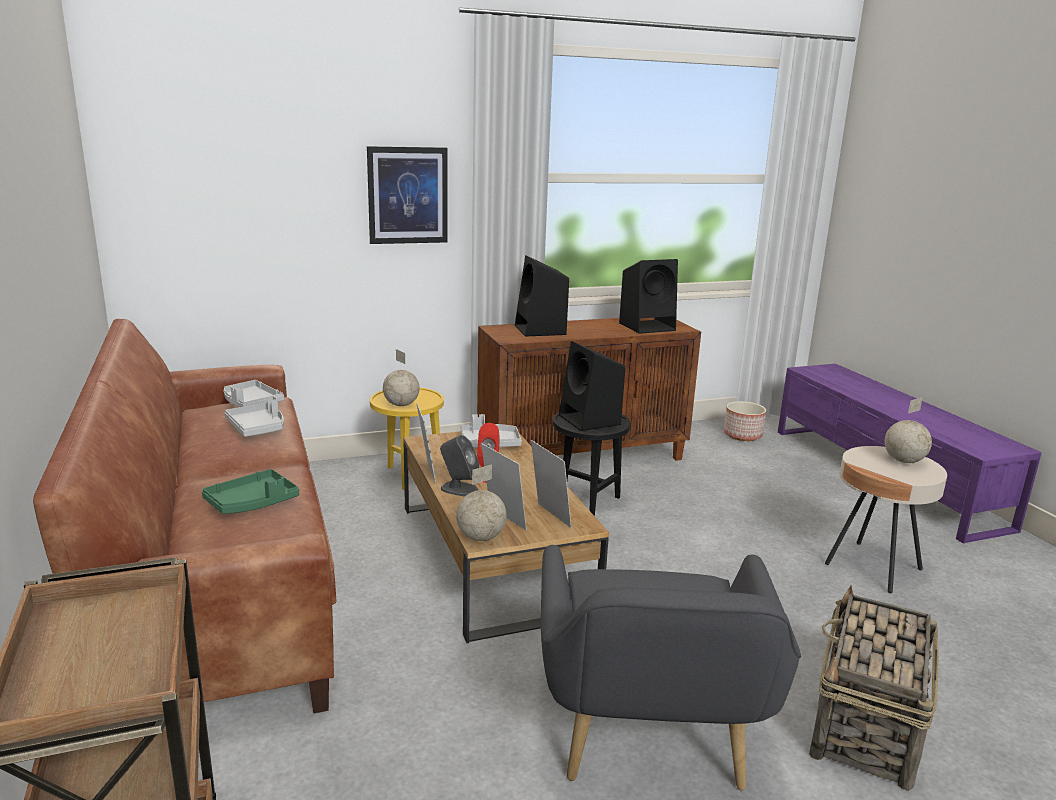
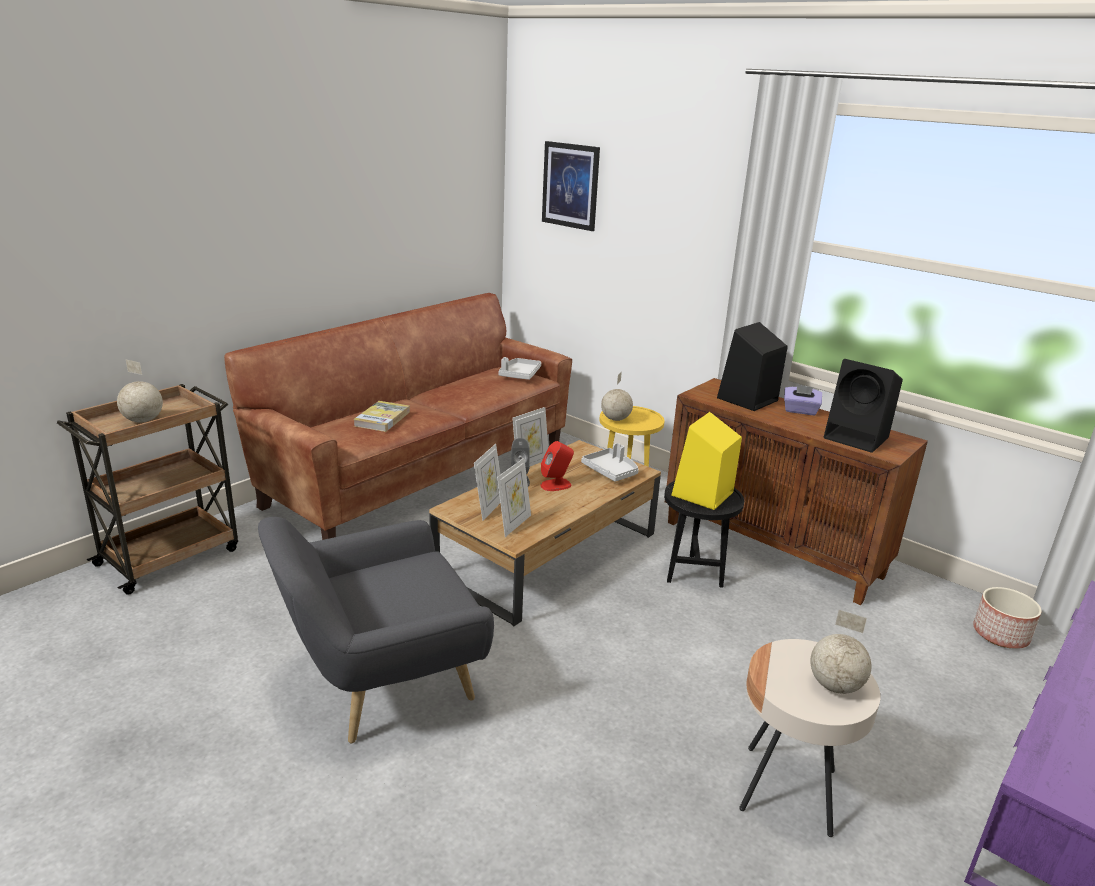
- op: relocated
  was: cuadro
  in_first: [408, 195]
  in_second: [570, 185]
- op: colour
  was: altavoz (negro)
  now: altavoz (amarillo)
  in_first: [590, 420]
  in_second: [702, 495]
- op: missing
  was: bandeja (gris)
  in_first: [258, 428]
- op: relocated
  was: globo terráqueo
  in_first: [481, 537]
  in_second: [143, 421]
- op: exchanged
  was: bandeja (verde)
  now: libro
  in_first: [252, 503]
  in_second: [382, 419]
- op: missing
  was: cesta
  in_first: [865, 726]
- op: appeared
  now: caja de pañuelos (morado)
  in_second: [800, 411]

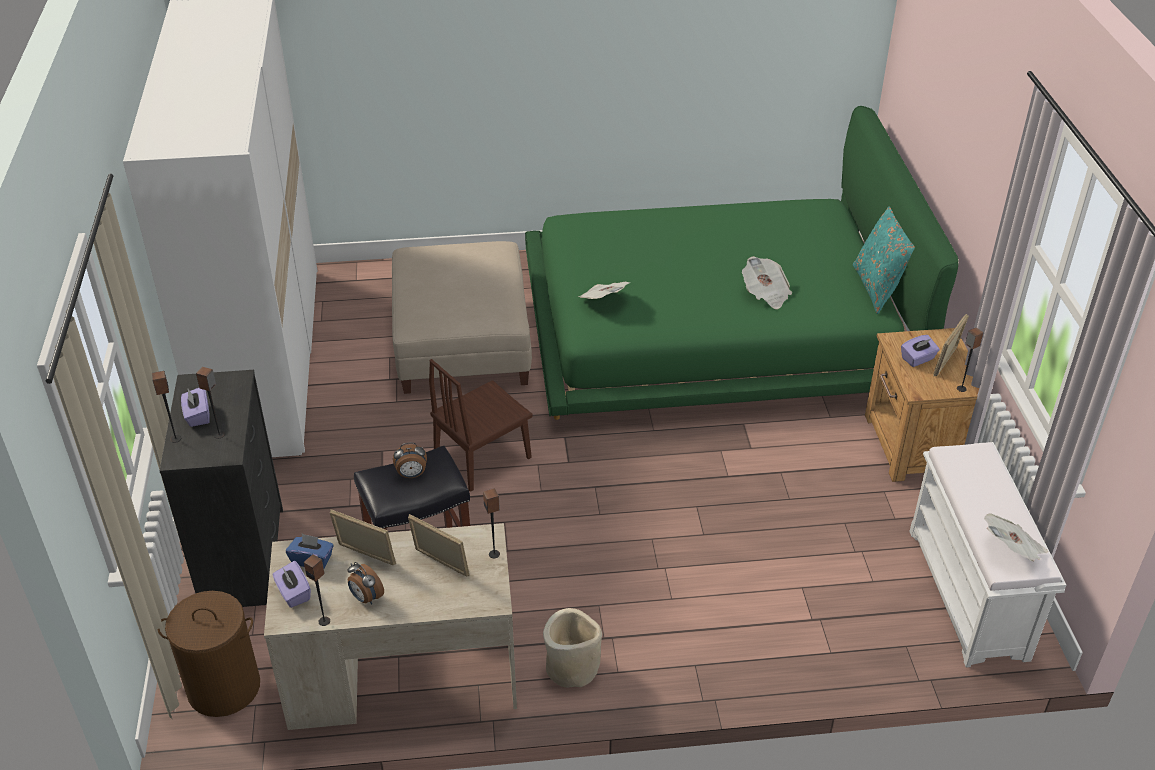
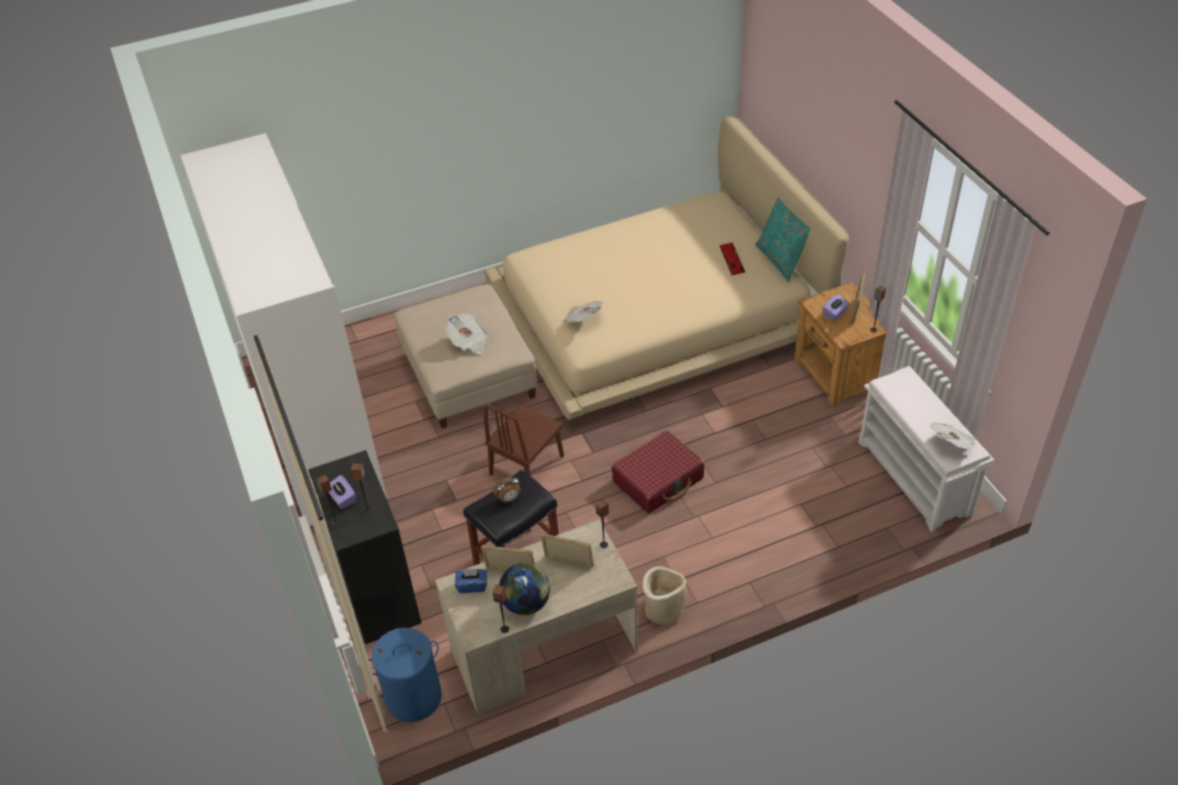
- op: colour
  was: cama (verde)
  now: cama (beis)
  in_first: [716, 326]
  in_second: [658, 314]
- op: relocated
  was: periódico
  in_first: [765, 294]
  in_second: [468, 342]
- op: missing
  was: caja de pañuelos (morado)
  in_first: [293, 593]
- op: exchanged
  was: despertador
  now: globo terráqueo
  in_first: [366, 598]
  in_second: [526, 603]
- op: colour
  was: cesto de la ropa (marrón)
  now: cesto de la ropa (azul)
  in_first: [223, 687]
  in_second: [413, 697]
- op: appeared
  now: teclado
  in_second: [732, 259]
- op: appeared
  now: maleta (rojo)
  in_second: [658, 480]

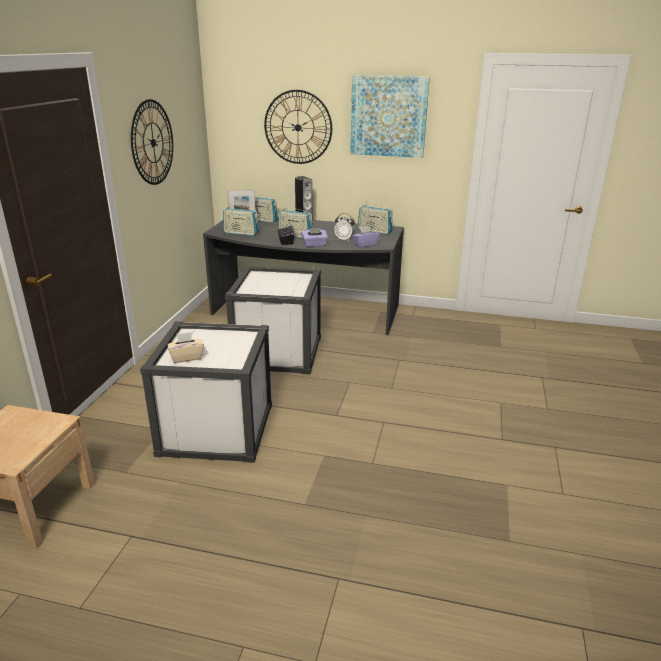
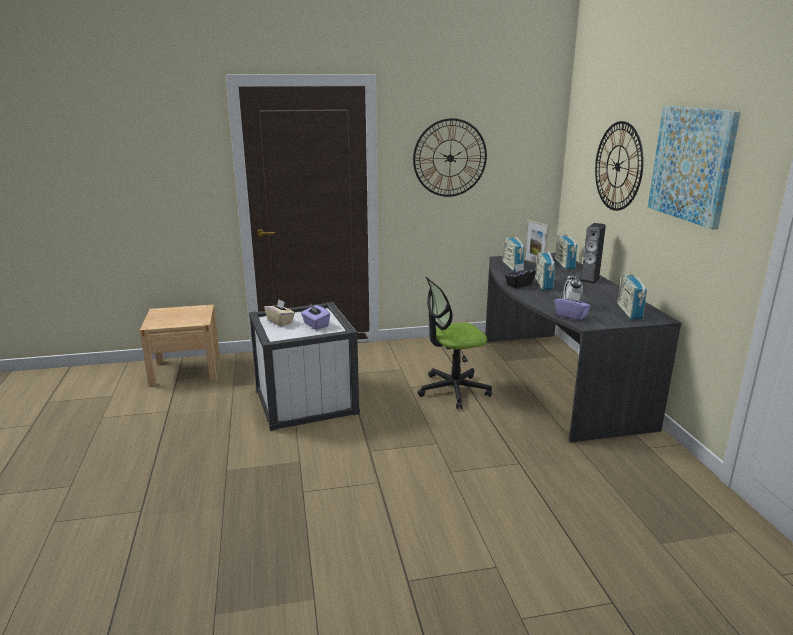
- op: relocated
  was: caja de pañuelos (morado)
  in_first: [314, 245]
  in_second: [315, 325]
- op: exchanged
  was: caja de almacenaje (blanco)
  now: silla de oficina
  in_first: [277, 352]
  in_second: [453, 390]

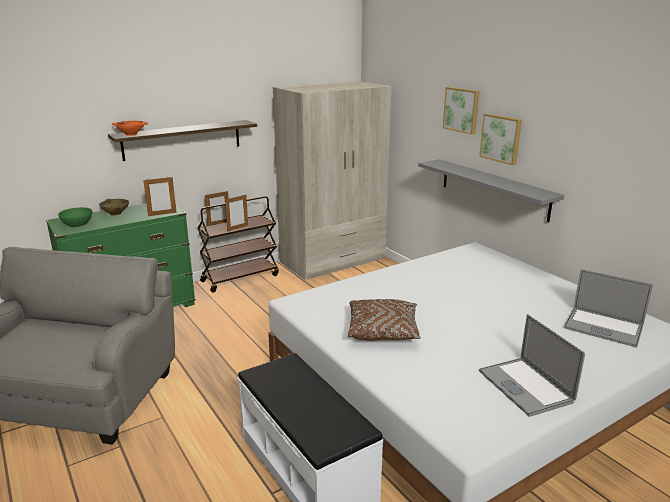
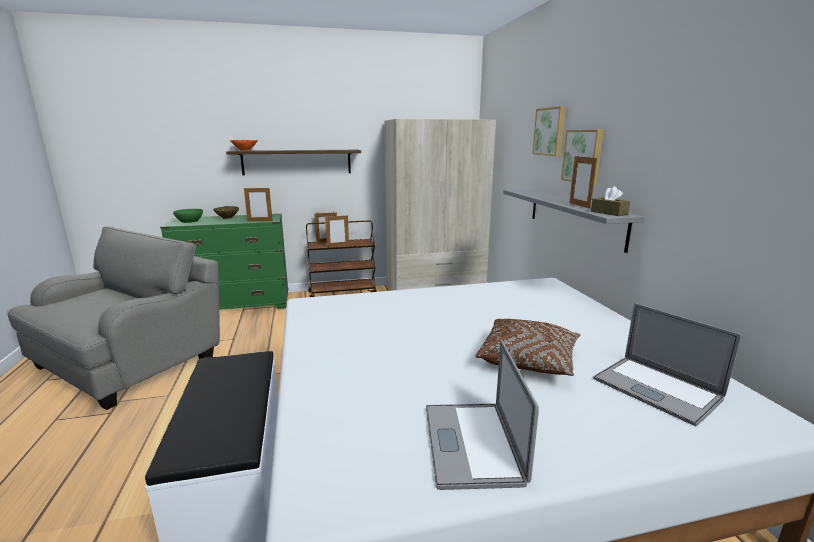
- op: relocated
  was: cojín (marrón)
  in_first: [383, 331]
  in_second: [528, 360]
- op: appeared
  now: portarretratos
  in_second: [579, 205]
- op: appeared
  now: caja de pañuelos (marrón)
  in_second: [609, 213]

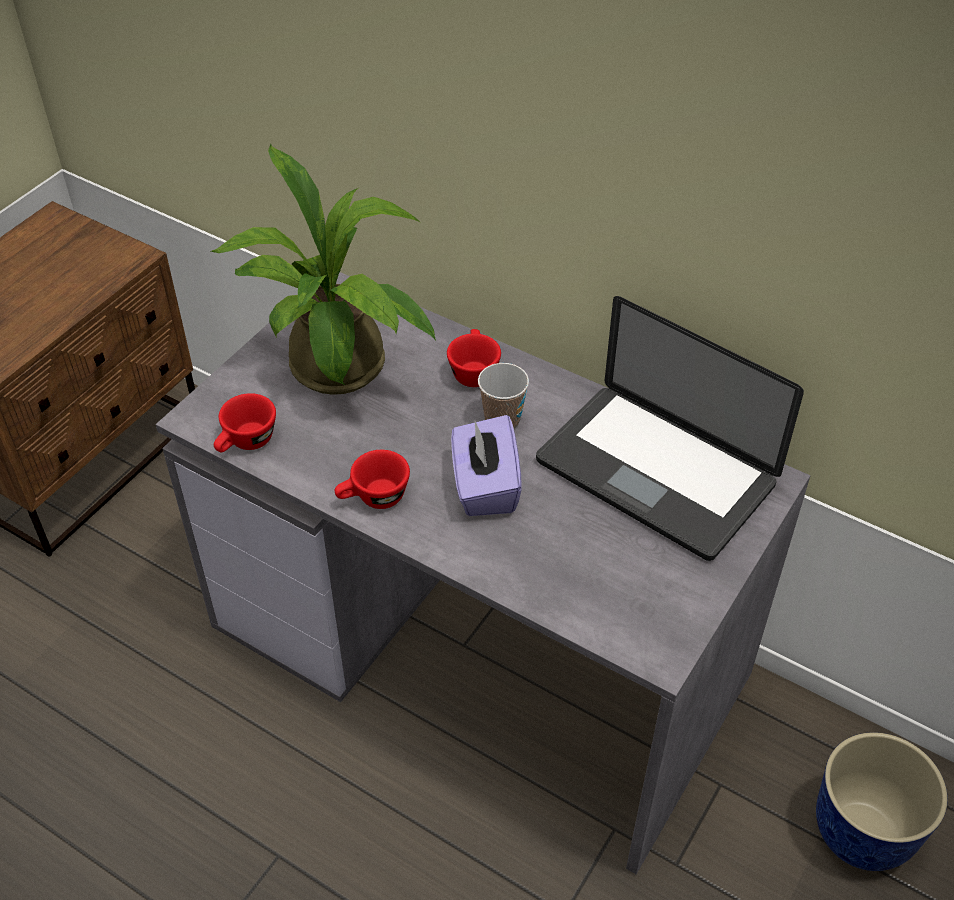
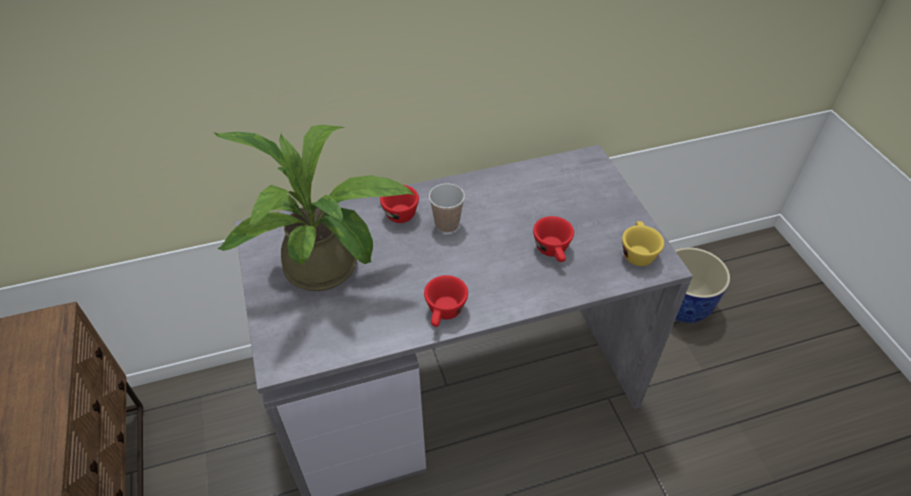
- op: missing
  was: portátil
  in_first: [655, 473]
- op: relocated
  was: taza (rojo)
  in_first: [246, 443]
  in_second: [553, 252]
- op: missing
  was: caja de pañuelos (morado)
  in_first: [485, 486]
- op: appeared
  now: taza (amarillo)
  in_second: [637, 252]

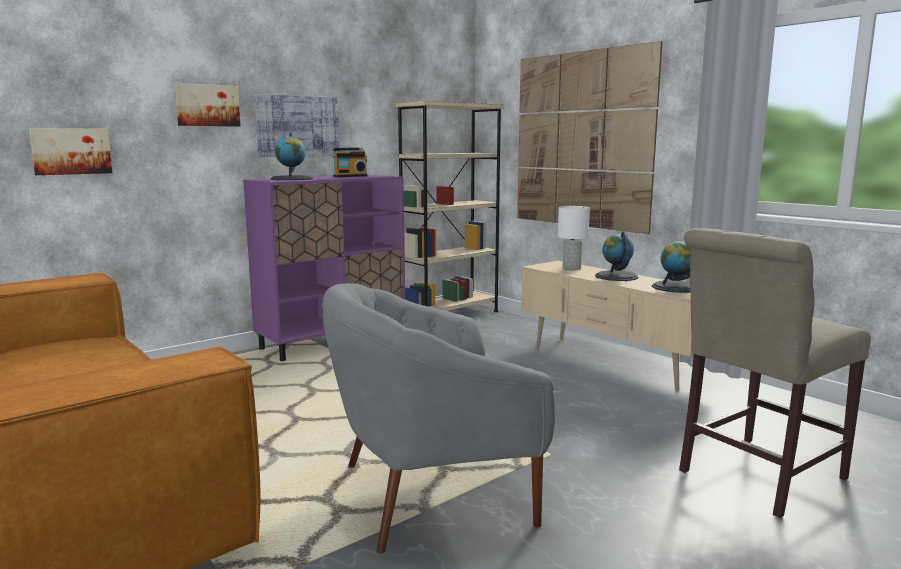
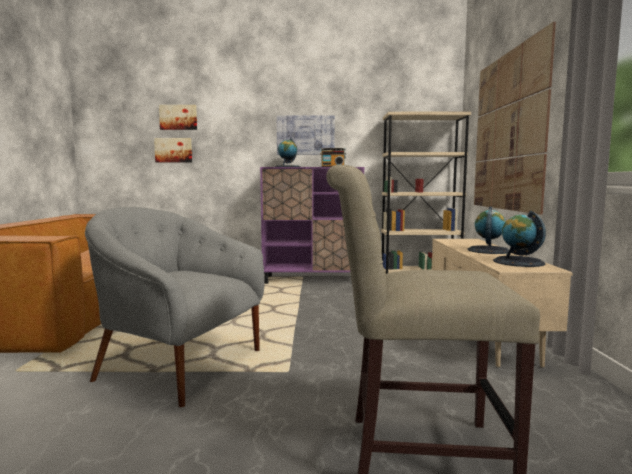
- op: relocated
  was: cuadro
  in_first: [207, 105]
  in_second: [178, 117]
- op: missing
  was: lámpara de mesa (blanco)
  in_first: [571, 268]

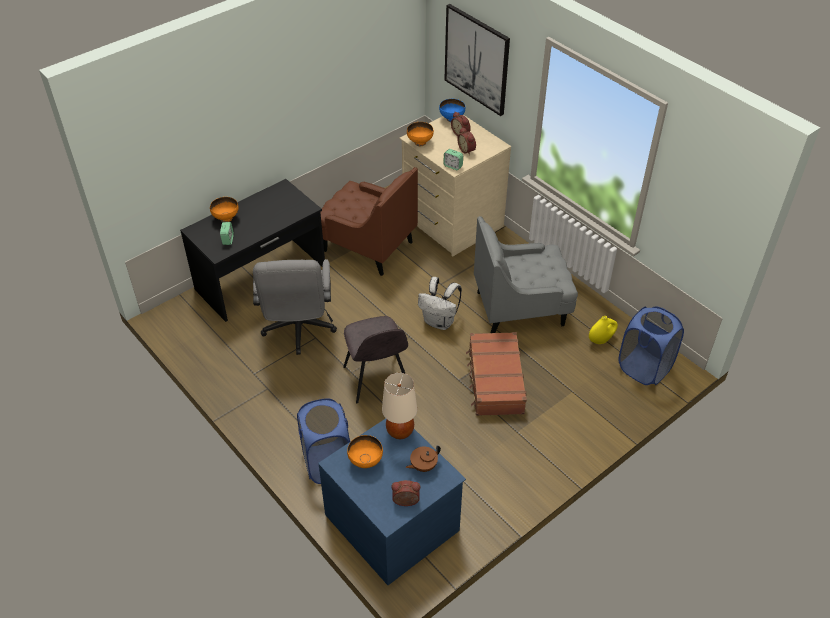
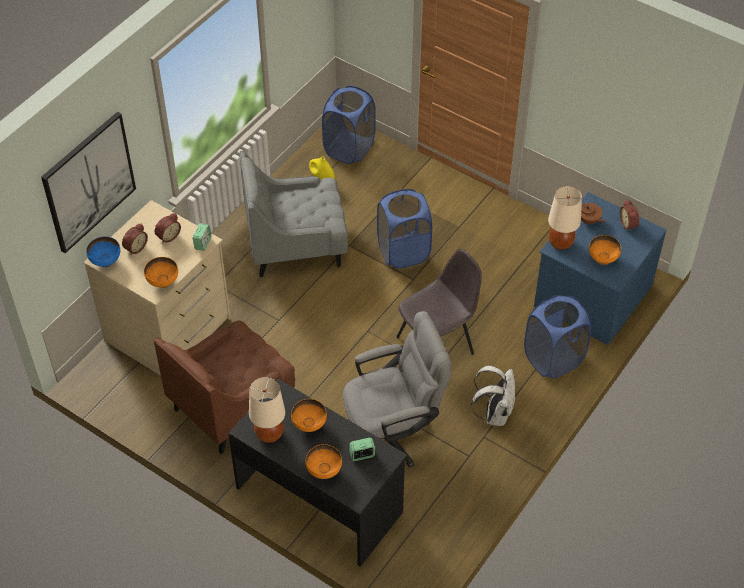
- op: spun
  was: sillón (marrón)
  in_first: [367, 246]
  in_second: [232, 405]
  clockwise: -150
- op: spun
  was: sillón (gris)
  in_first: [521, 308]
  in_second: [297, 246]
  clockwise: 105
- op: relocated
  was: mochila (blanco)
  in_first: [440, 322]
  in_second: [494, 413]
- op: exchanged
  was: maleta (marrón)
  now: cesto de la ropa (azul)
  in_first: [495, 380]
  in_second: [403, 251]
- op: appeared
  now: lámpara de mesa (beis)
  in_second: [269, 434]
- op: appeared
  now: cuenco (naranja)
  in_second: [309, 425]

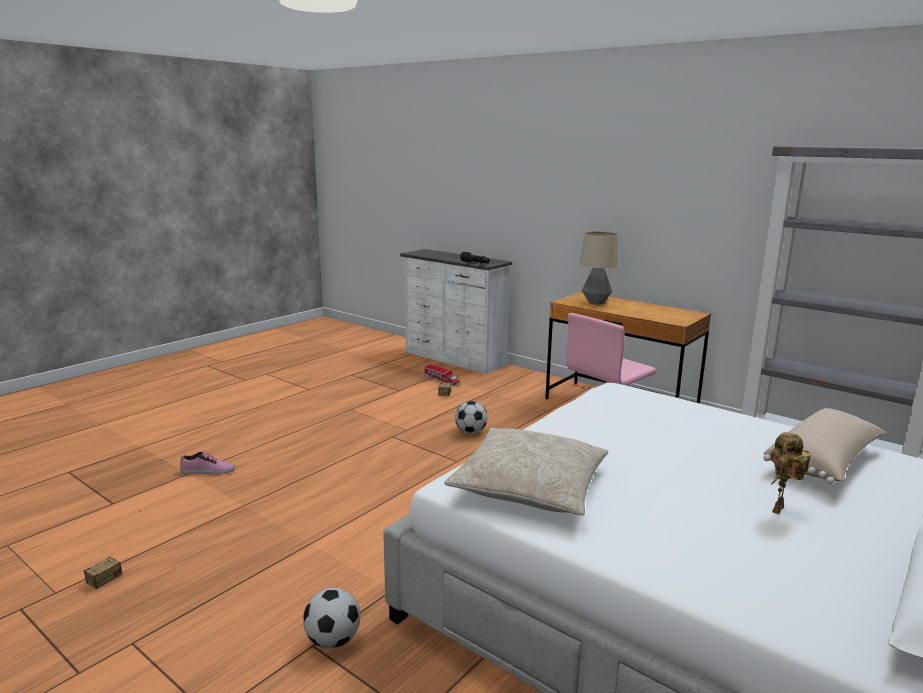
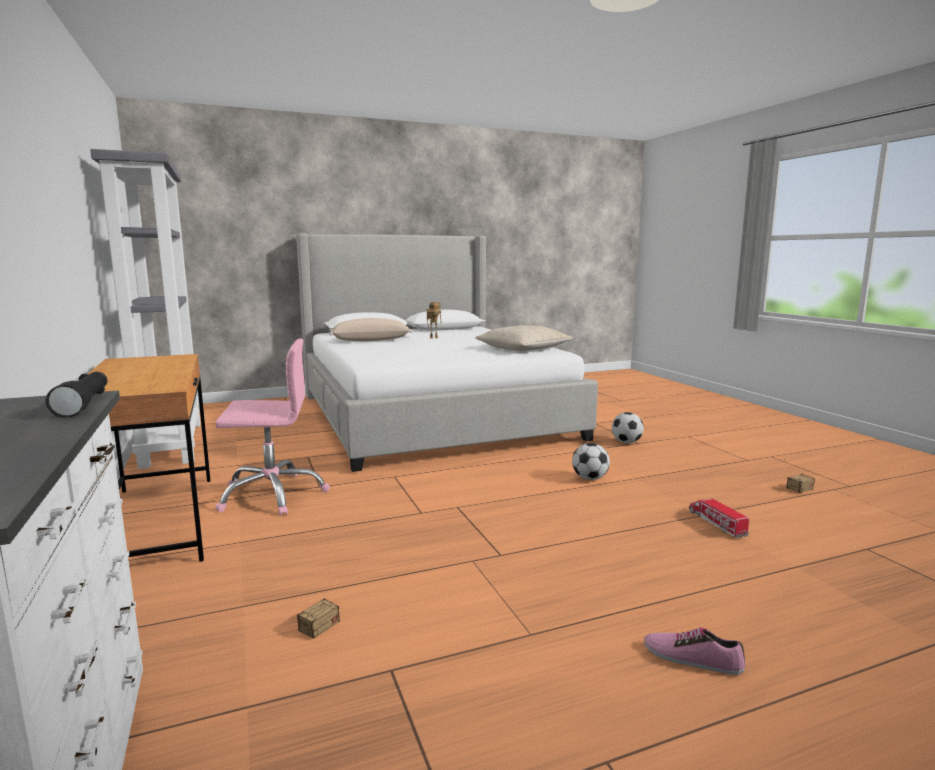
- op: missing
  was: lámpara de mesa
  in_first: [595, 302]
- op: relocated
  was: camión de juguete
  in_first: [441, 380]
  in_second: [716, 523]
- op: relocated
  was: balón de fútbol
  in_first: [471, 432]
  in_second: [589, 478]
- op: relocated
  was: zapato
  in_first: [208, 471]
  in_second: [692, 658]

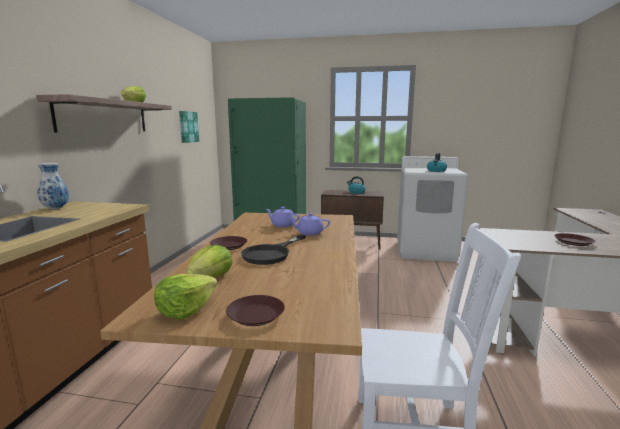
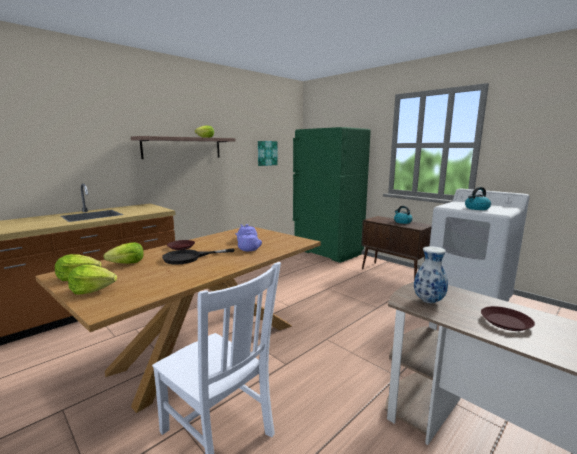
- op: relocated
  was: florero
  in_first: [56, 208]
  in_second: [429, 301]
- op: exchanged
  was: plato (marrón)
  now: lechuga
  in_first: [255, 315]
  in_second: [92, 290]

